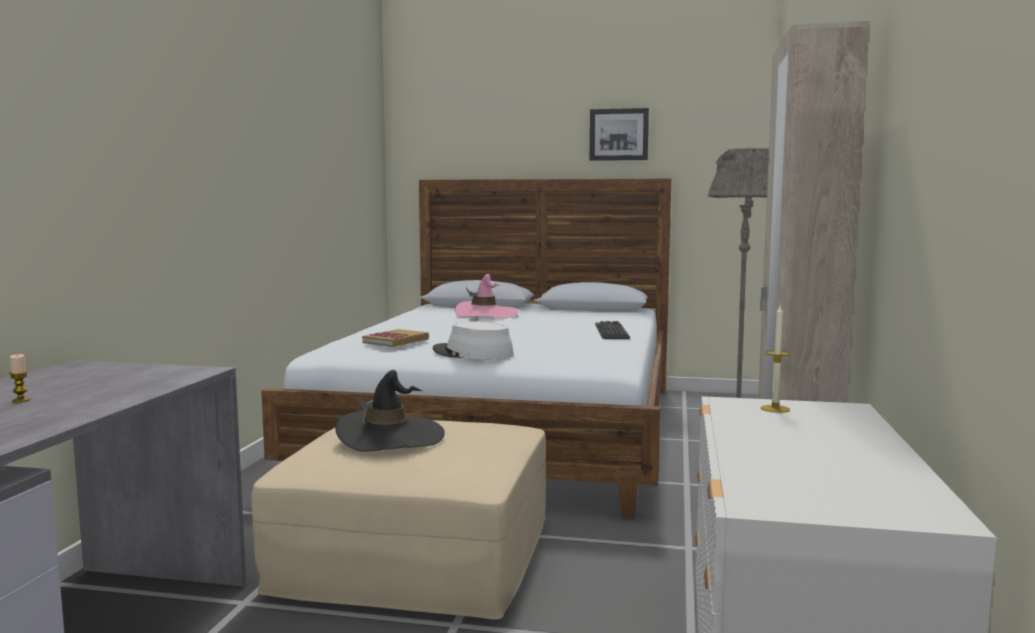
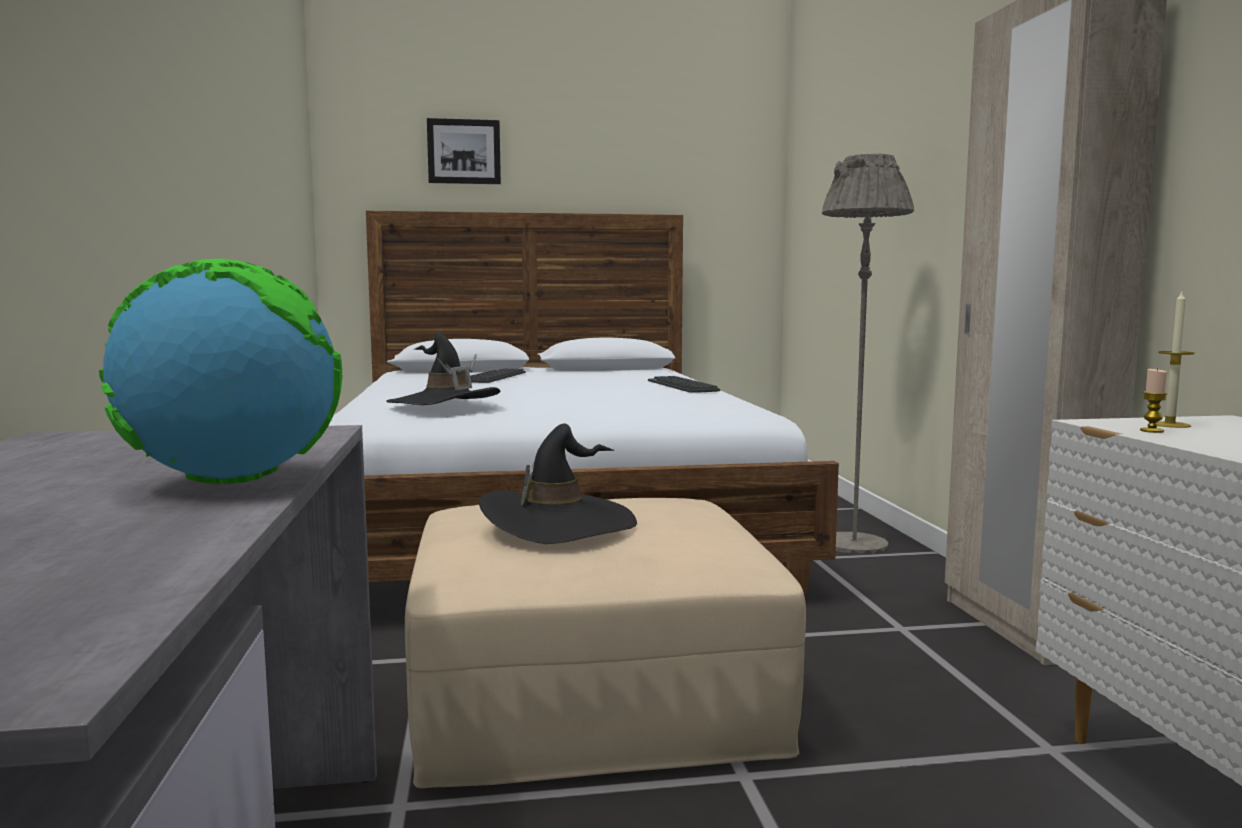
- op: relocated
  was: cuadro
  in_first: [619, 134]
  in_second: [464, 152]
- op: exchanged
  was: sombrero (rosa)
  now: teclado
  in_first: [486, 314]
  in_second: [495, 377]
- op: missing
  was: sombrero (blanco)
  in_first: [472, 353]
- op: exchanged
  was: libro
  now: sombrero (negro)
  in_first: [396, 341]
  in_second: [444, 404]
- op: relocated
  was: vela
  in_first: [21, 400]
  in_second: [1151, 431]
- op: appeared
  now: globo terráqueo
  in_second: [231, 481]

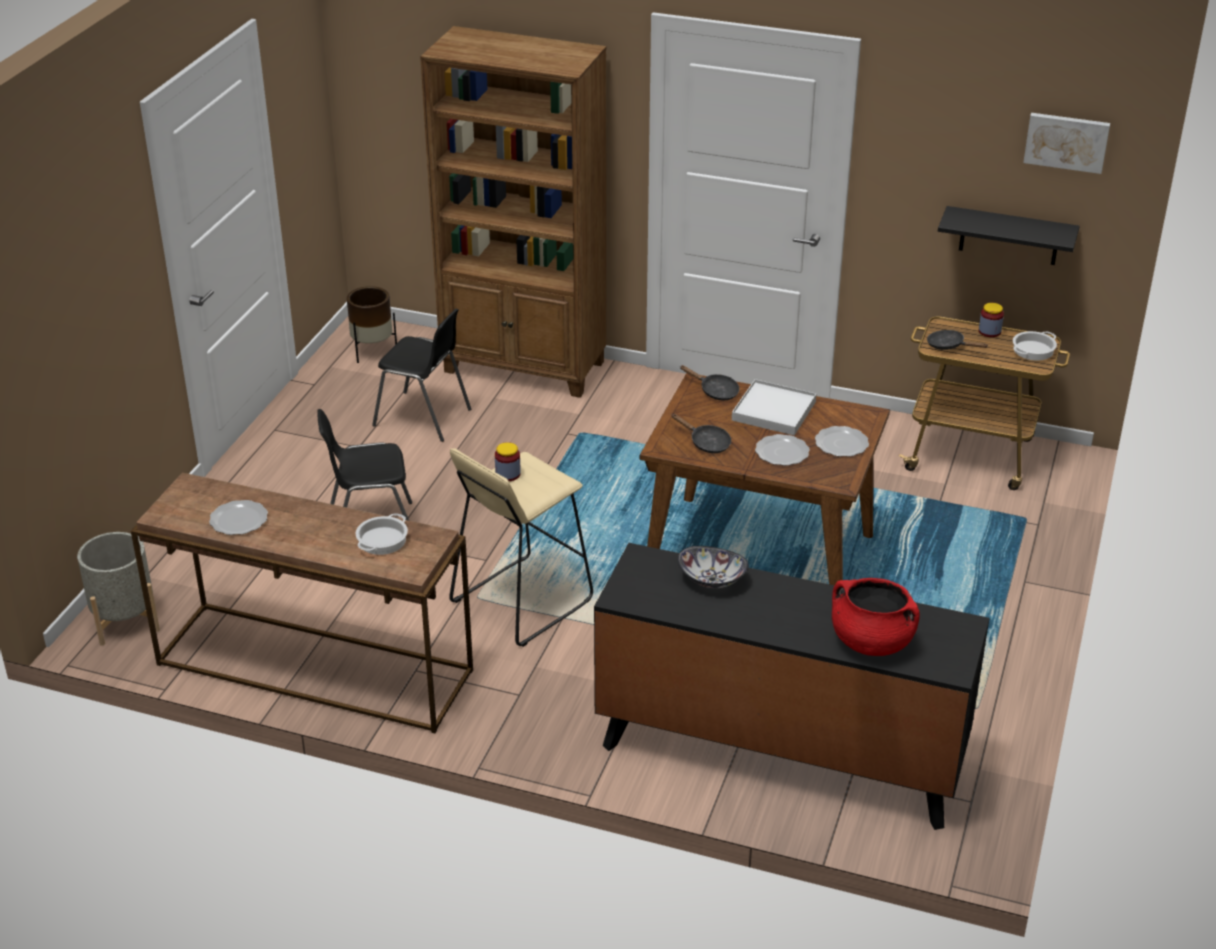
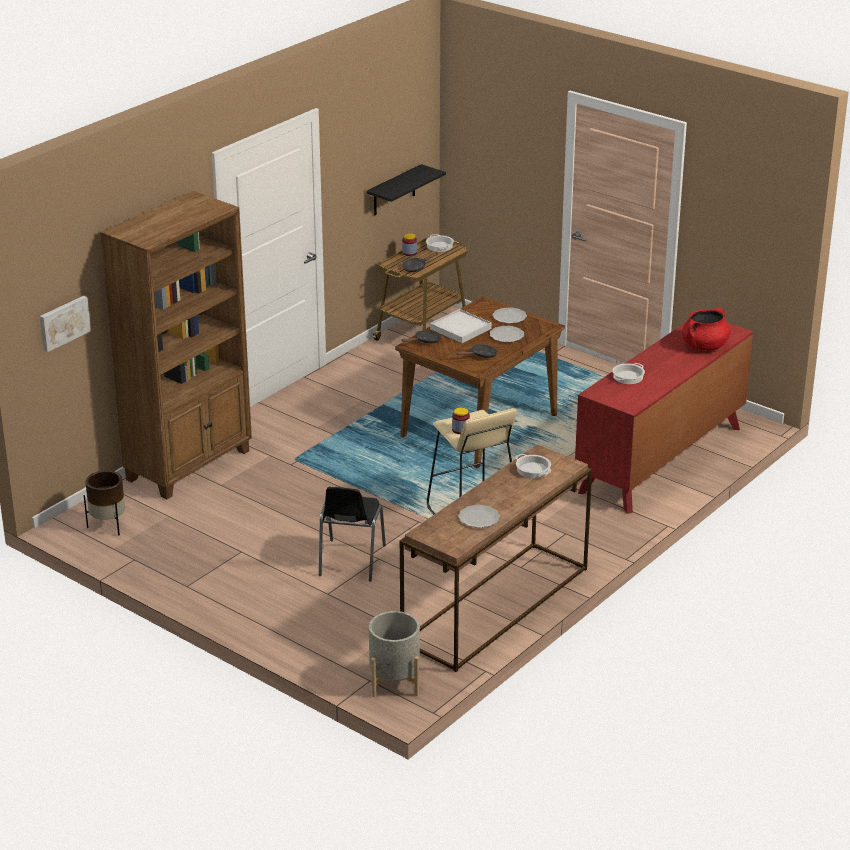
- op: relocated
  was: cuadro
  in_first: [1066, 141]
  in_second: [63, 322]
- op: missing
  was: silla (negro)
  in_first: [423, 417]
- op: colour
  was: cómoda (negro)
  now: cómoda (rojo)
  in_first: [779, 754]
  in_second: [661, 460]
- op: exchanged
  was: cuenco
  now: olla
  in_first: [712, 579]
  in_second: [628, 377]

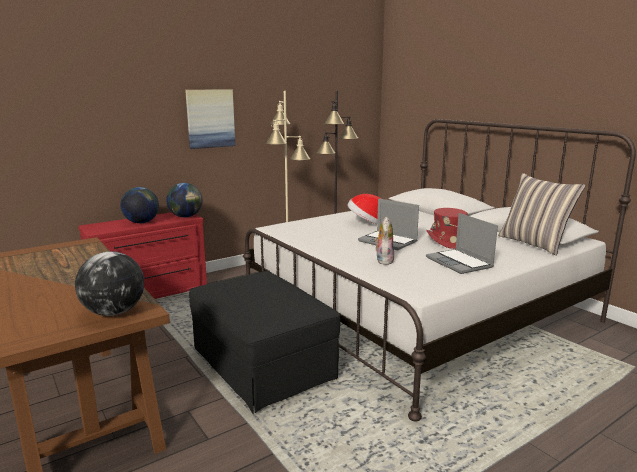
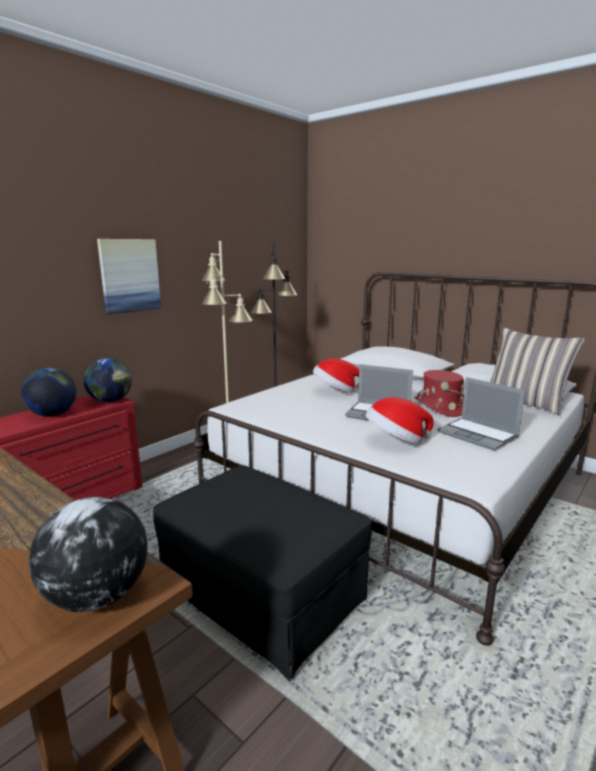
- op: exchanged
  was: peluche
  now: sombrero
  in_first: [383, 260]
  in_second: [396, 441]

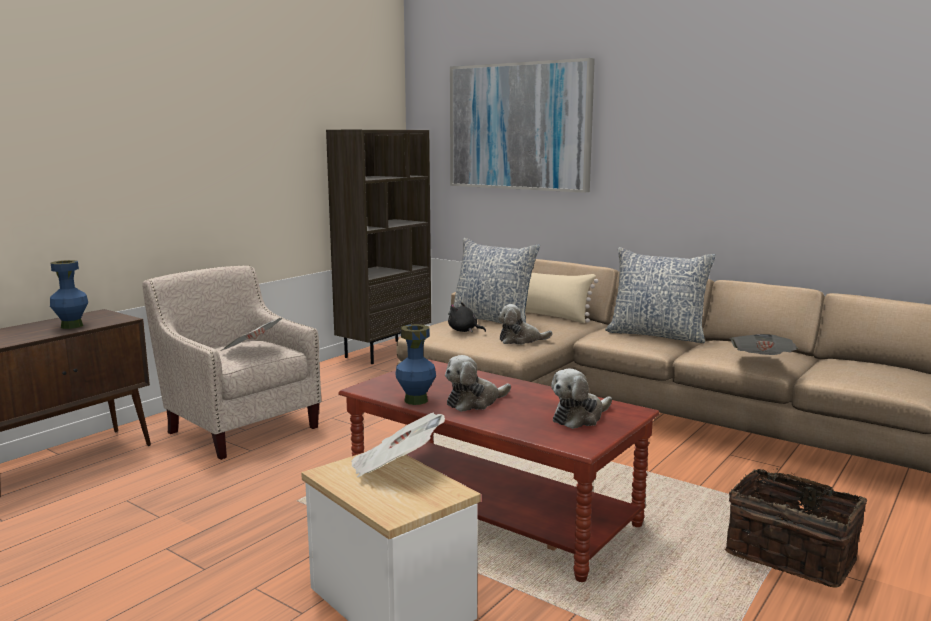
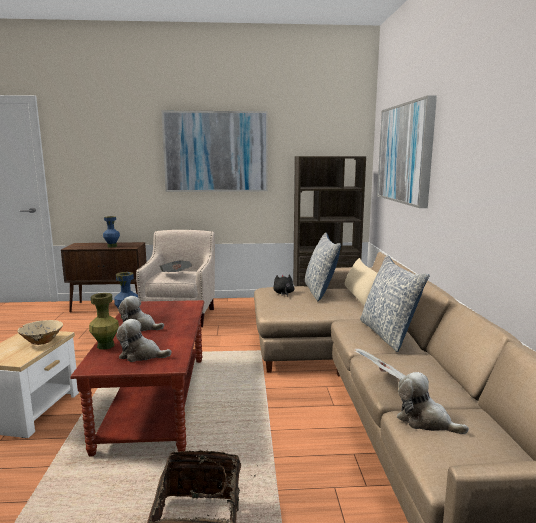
- op: relocated
  was: peluche
  in_first: [520, 340]
  in_second: [425, 421]
- op: exchanged
  was: periódico
  now: cuenco (beis)
  in_first: [395, 468]
  in_second: [42, 342]
- op: appeared
  now: cuadro
  in_second: [216, 152]
- op: appeared
  now: florero (verde)
  in_second: [105, 346]

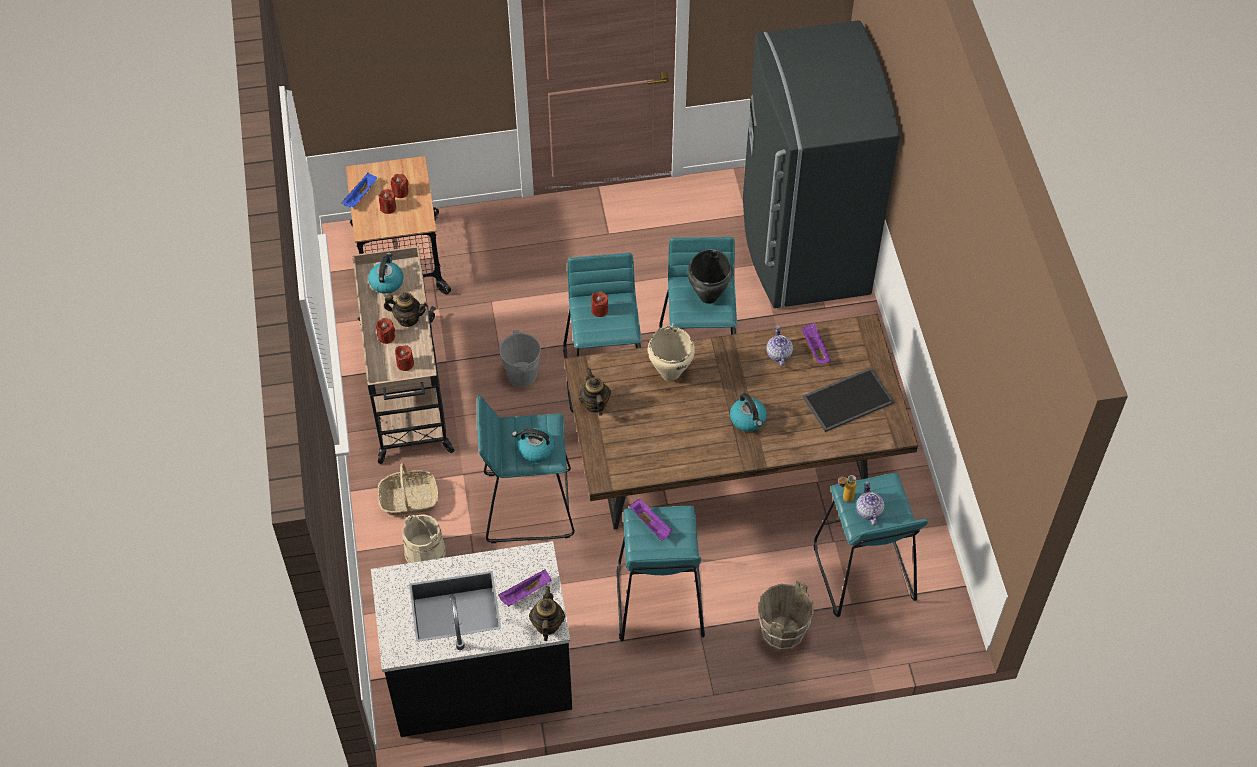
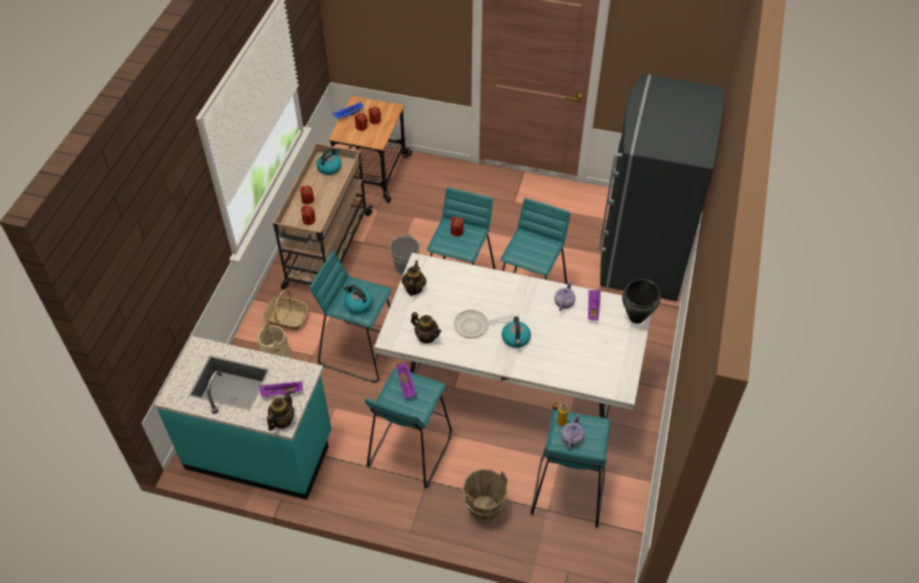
- op: relocated
  was: olla (negro)
  in_first: [709, 296]
  in_second: [637, 317]
- op: relocated
  was: tetera
  in_first: [408, 318]
  in_second: [426, 336]
- op: colour
  was: mesa de comedor (marrón)
  now: mesa de comedor (blanco)
  in_first: [731, 471]
  in_second: [511, 382]
- op: missing
  was: olla (beis)
  in_first: [670, 373]
- op: missing
  was: bandeja
  in_first: [848, 398]
- op: colour
  was: mueble bajo de cocina (negro)
  now: mueble bajo de cocina (turquesa)
  in_first: [480, 676]
  in_second: [260, 451]
- op: appeared
  now: sartén
  in_second: [474, 326]

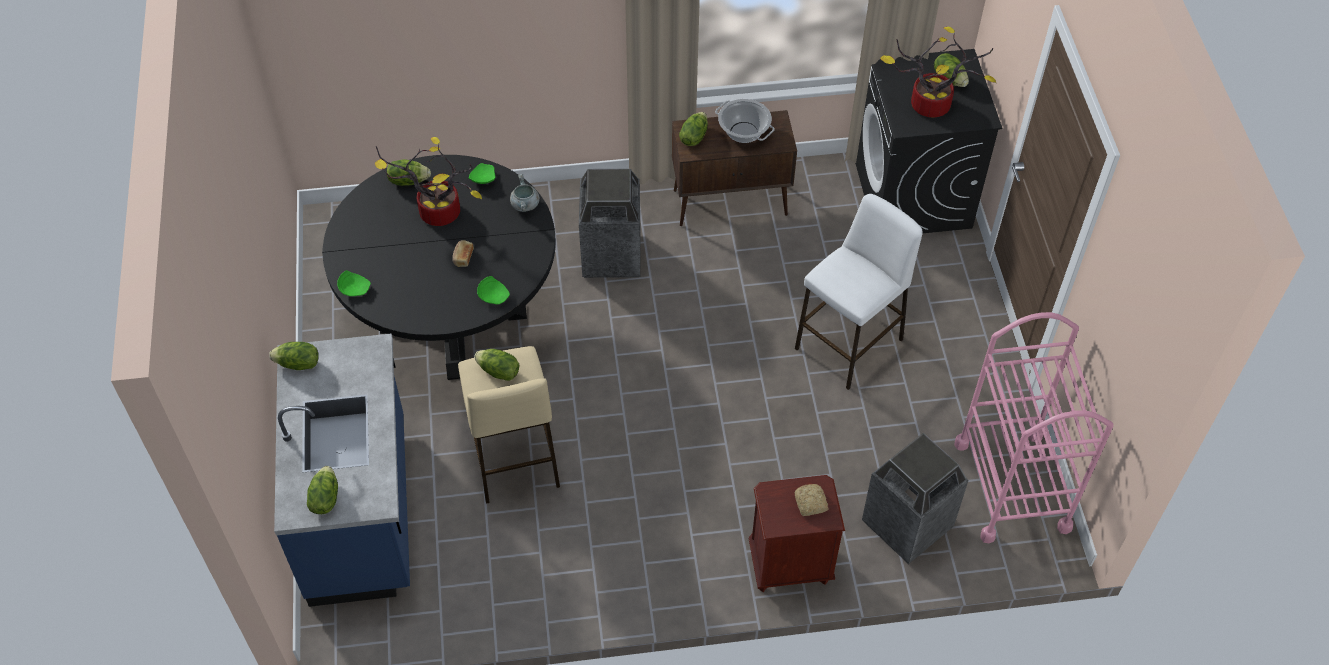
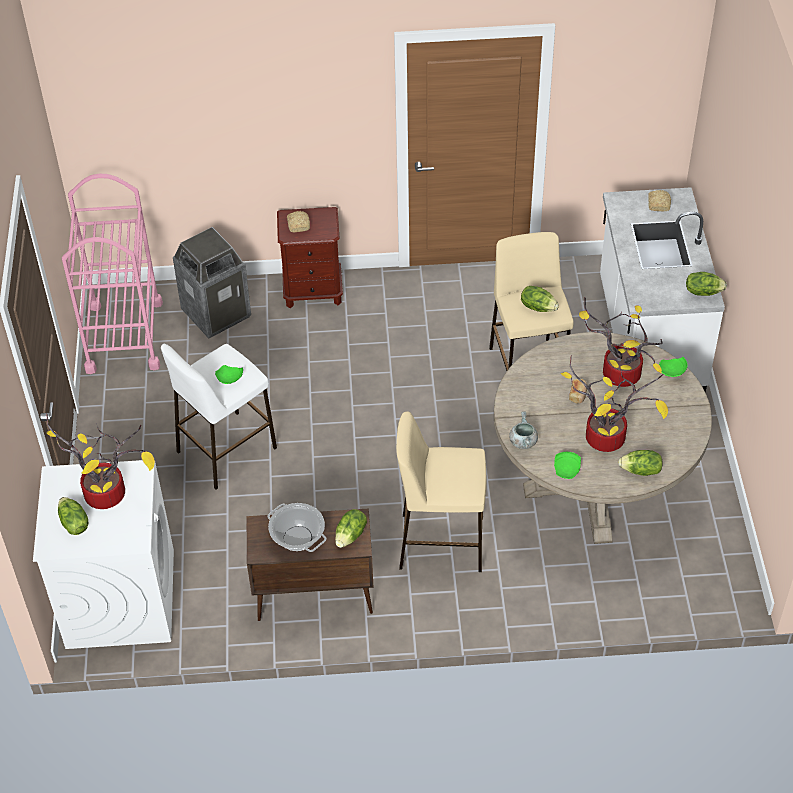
- op: colour
  was: lavadora (negro)
  now: lavadora (blanco)
  in_first: [913, 194]
  in_second: [120, 598]
- op: colour
  was: mesa de comedor (negro)
  now: mesa de comedor (beis)
  in_first: [453, 319]
  in_second: [592, 486]
- op: exchanged
  was: papelera
  now: taburete (beis)
  in_first: [612, 256]
  in_second: [440, 542]
- op: relocated
  was: plato (verde)
  in_first: [494, 295]
  in_second: [229, 379]
- op: colour
  was: mueble bajo de cocina (azul)
  now: mueble bajo de cocina (blanco)
  in_first: [361, 510]
  in_second: [648, 337]
- op: exchanged
  was: lechuga
  now: pan
  in_first: [324, 498]
  in_second: [659, 204]
- op: appeared
  now: planta en maceta
  in_second: [617, 374]

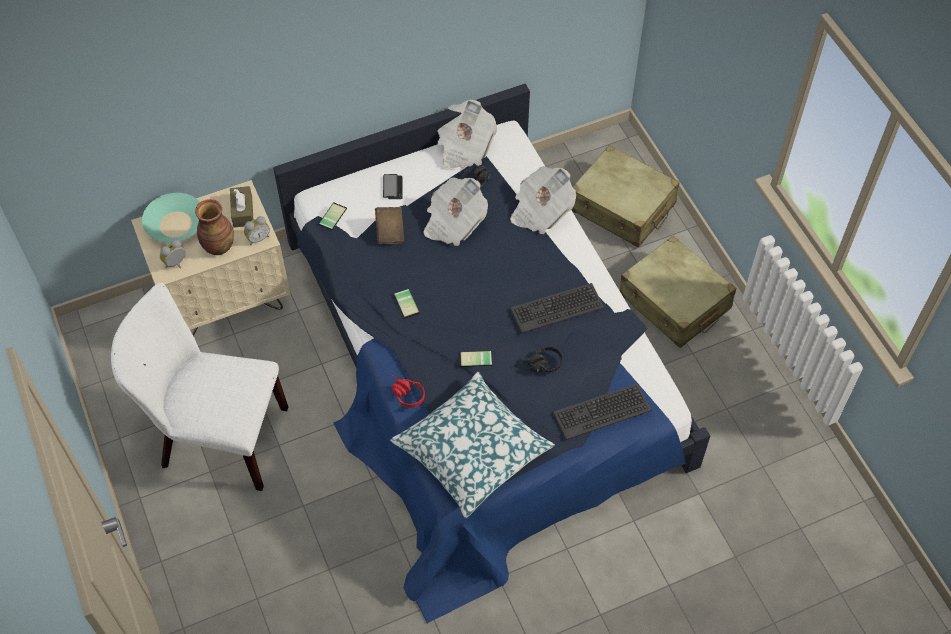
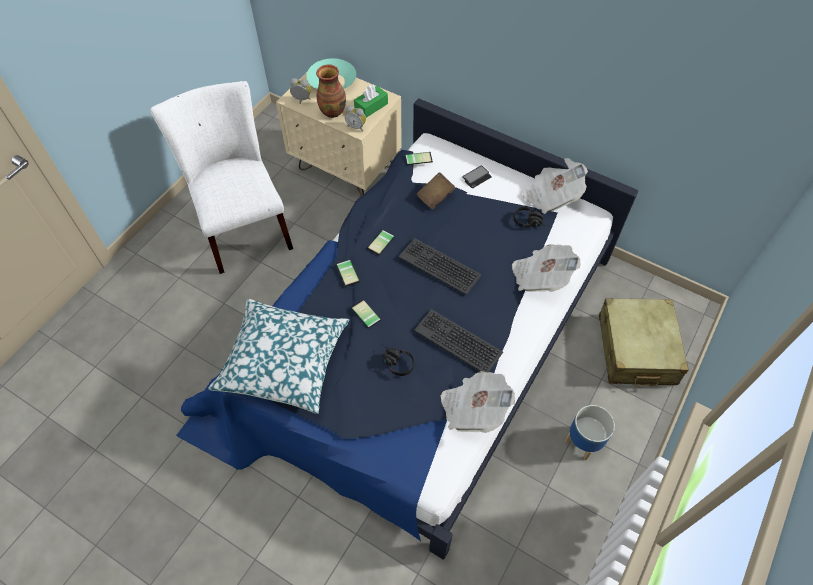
- op: relocated
  was: periódico
  in_first: [453, 222]
  in_second: [473, 409]
- op: colour
  was: caja de pañuelos (marrón)
  now: caja de pañuelos (verde)
  in_first: [242, 211]
  in_second: [371, 107]
- op: exchanged
  was: maleta (beis)
  now: maceta
  in_first: [674, 302]
  in_second: [583, 442]
- op: missing
  was: auriculares (rojo)
  in_first: [404, 393]
- op: relocated
  was: teclado
  in_first: [602, 411]
  in_second: [440, 266]
- op: appeared
  now: móvil
  in_second: [349, 272]

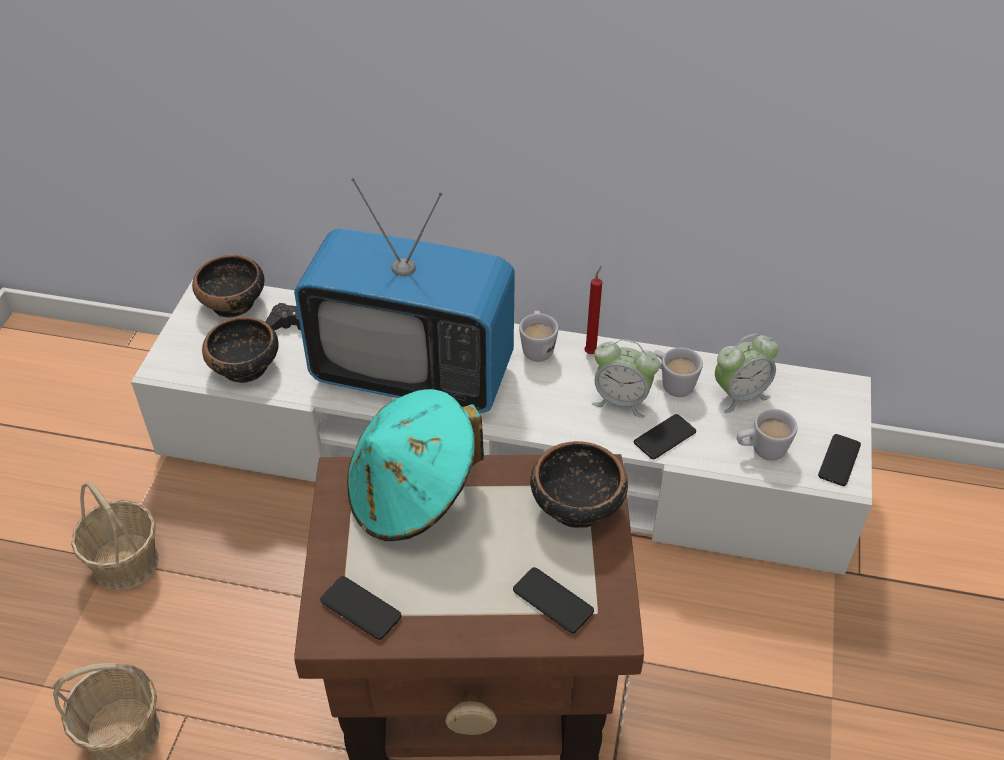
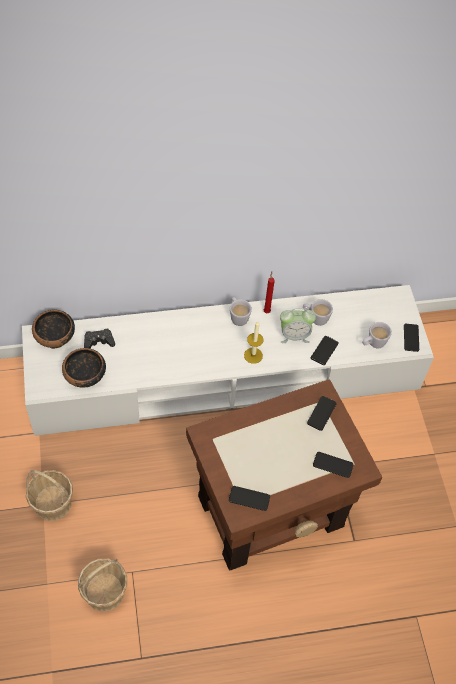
- op: missing
  was: televisor
  in_first: [413, 373]
- op: missing
  was: despertador
  in_first: [740, 395]
- op: missing
  was: sombrero (turquesa)
  in_first: [412, 494]
- op: exchanged
  was: cuenco
  now: móvil
  in_first: [576, 505]
  in_second: [321, 413]
- op: appeared
  now: vela
  in_second: [253, 355]

